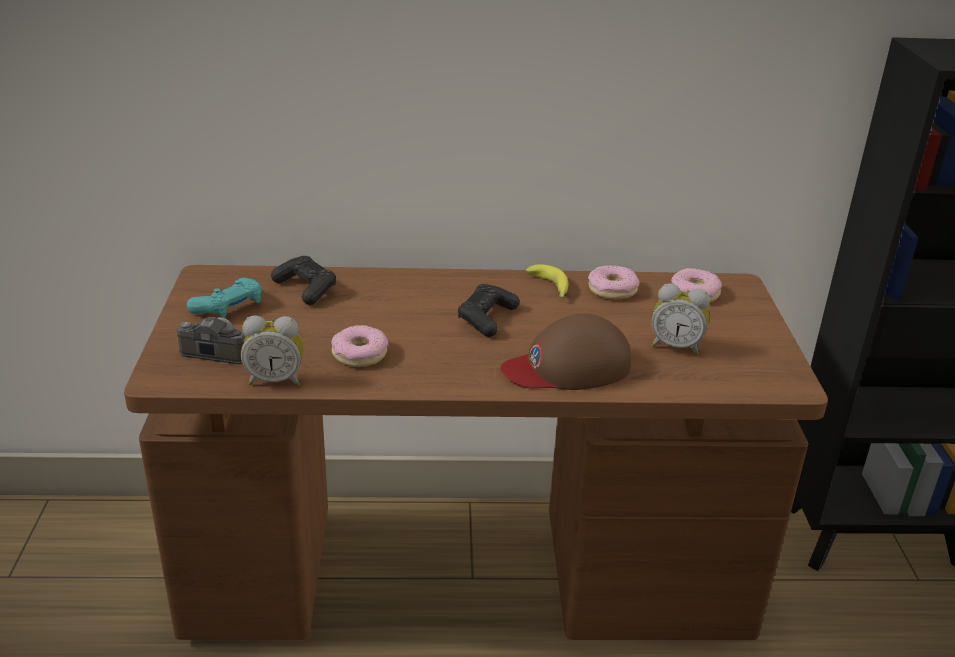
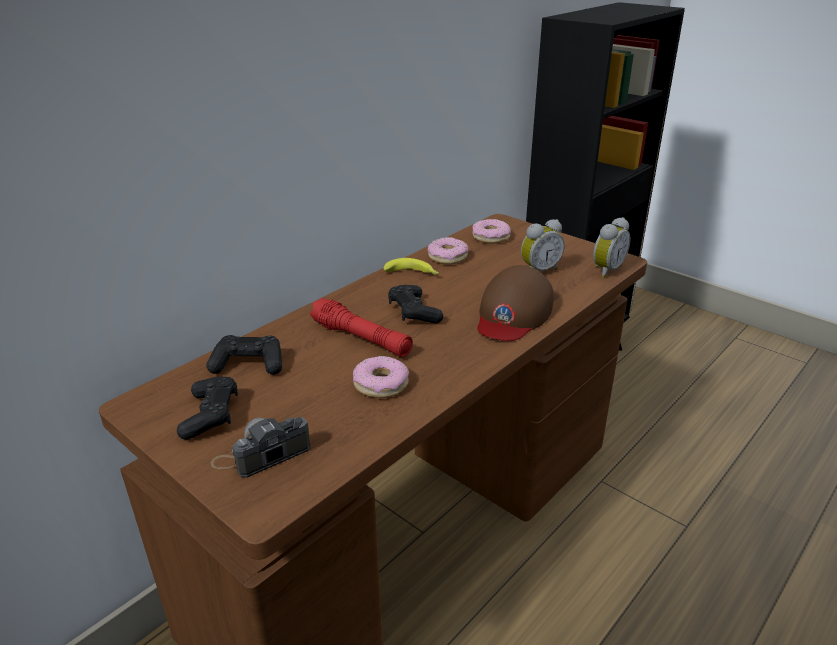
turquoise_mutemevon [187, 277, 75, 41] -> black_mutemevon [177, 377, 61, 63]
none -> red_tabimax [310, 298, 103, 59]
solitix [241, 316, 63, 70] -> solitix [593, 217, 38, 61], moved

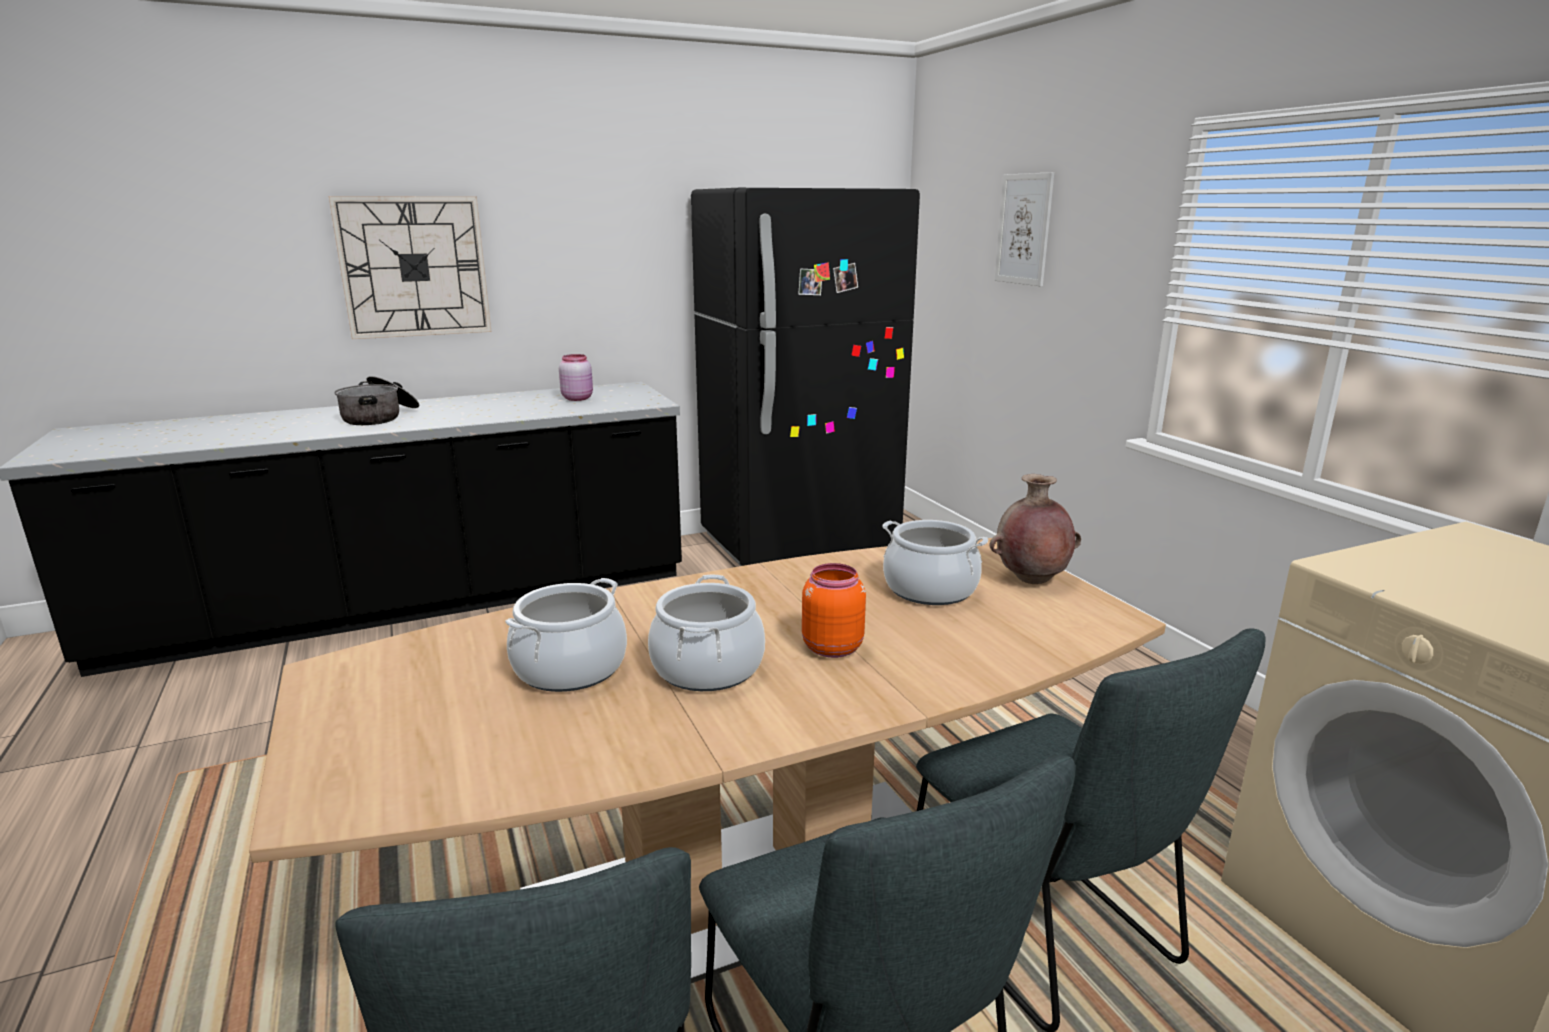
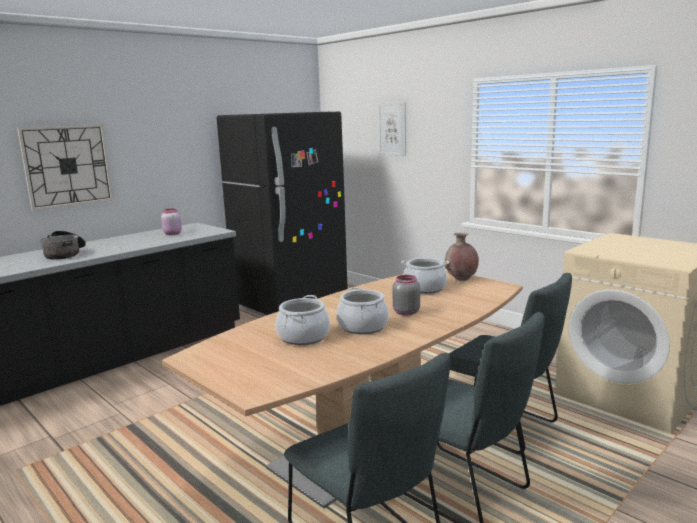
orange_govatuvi [802, 563, 64, 95] -> grey_govatuvi [393, 275, 27, 41]

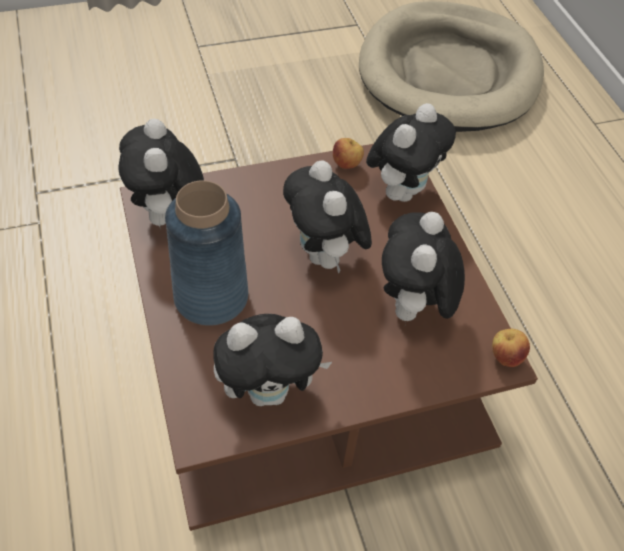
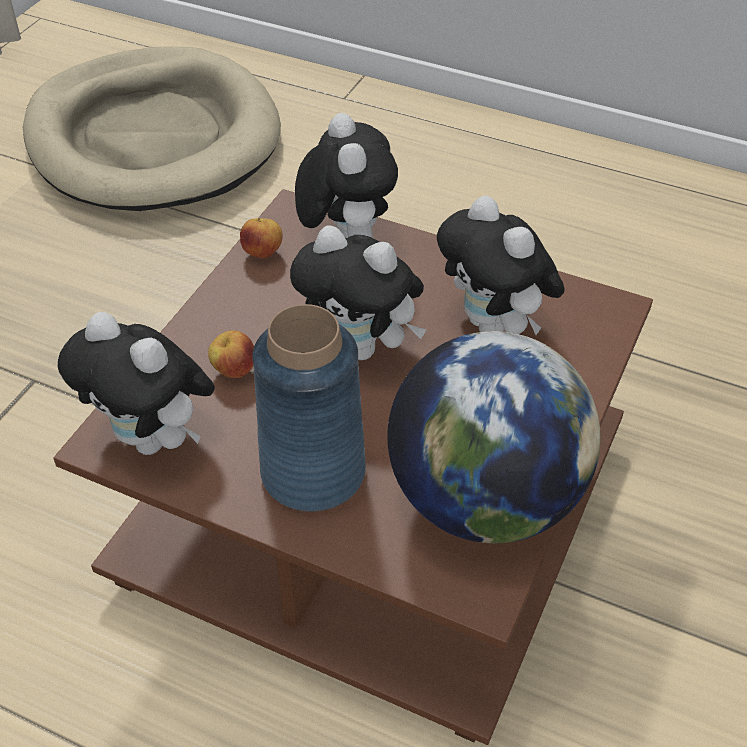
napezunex [492, 329, 38, 38] -> napezunex [208, 330, 46, 48], moved
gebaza [213, 314, 119, 92] -> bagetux [387, 331, 214, 212]

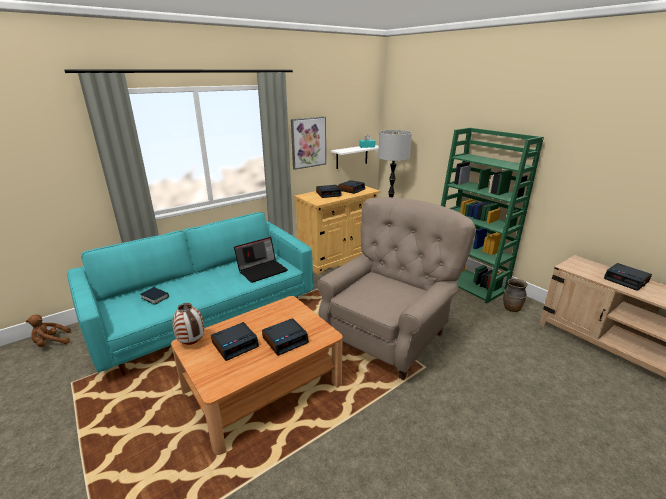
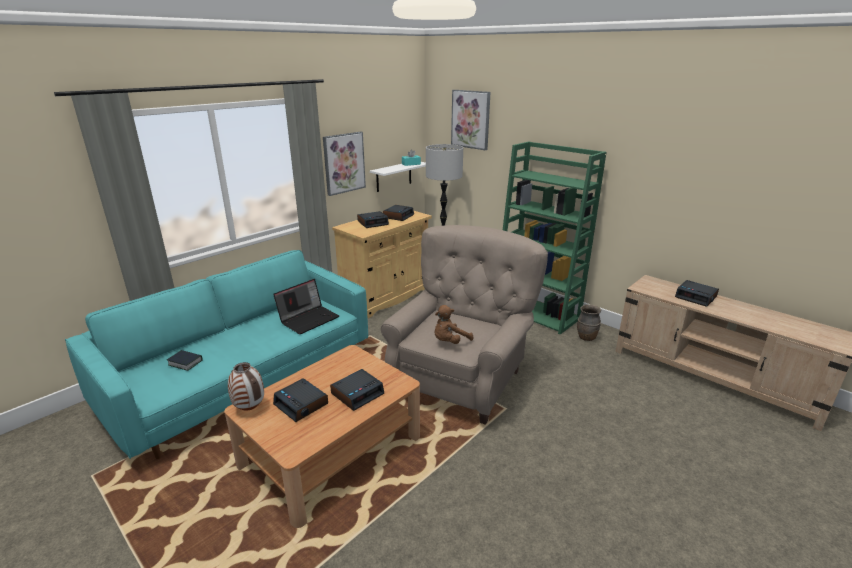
solitix [211, 322, 48, 39] -> solitix [273, 378, 55, 44], 90 degrees clockwise
brown_gebaza [26, 315, 45, 32] -> brown_gebaza [434, 305, 39, 39], moved
none -> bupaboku [451, 90, 39, 60]

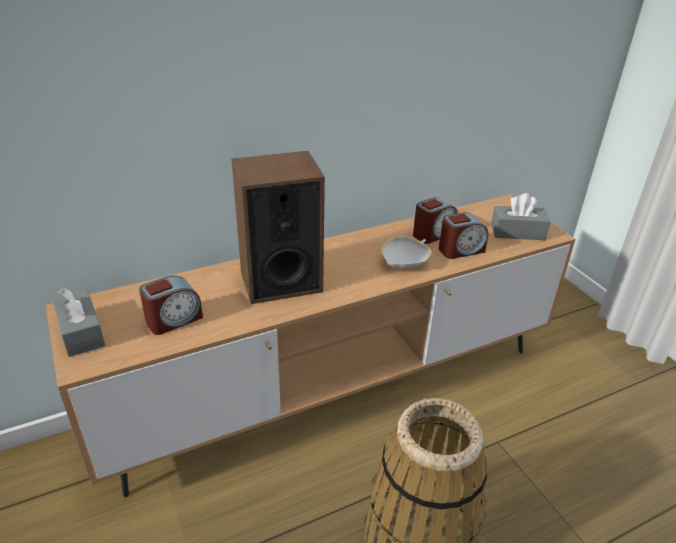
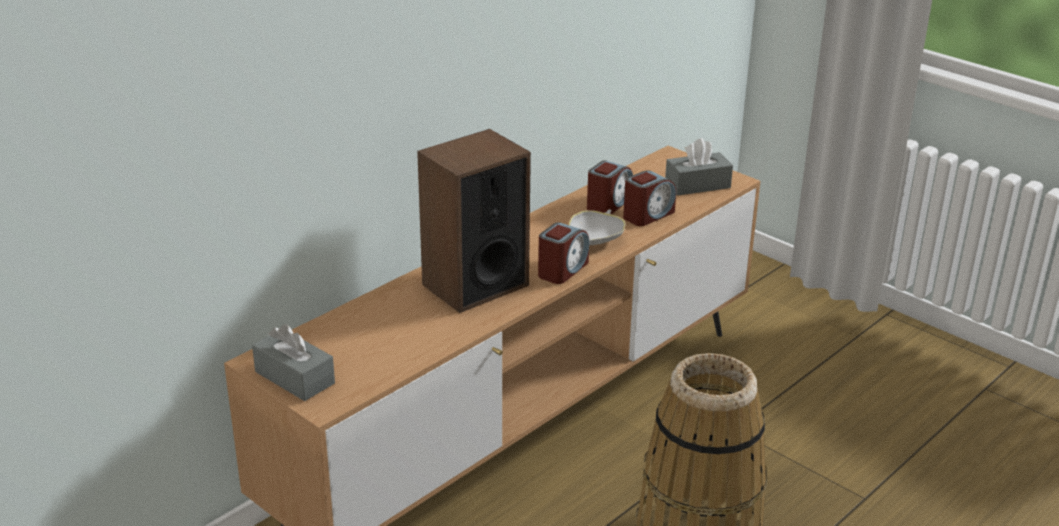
solitix [139, 276, 64, 59] -> solitix [538, 222, 51, 62], moved

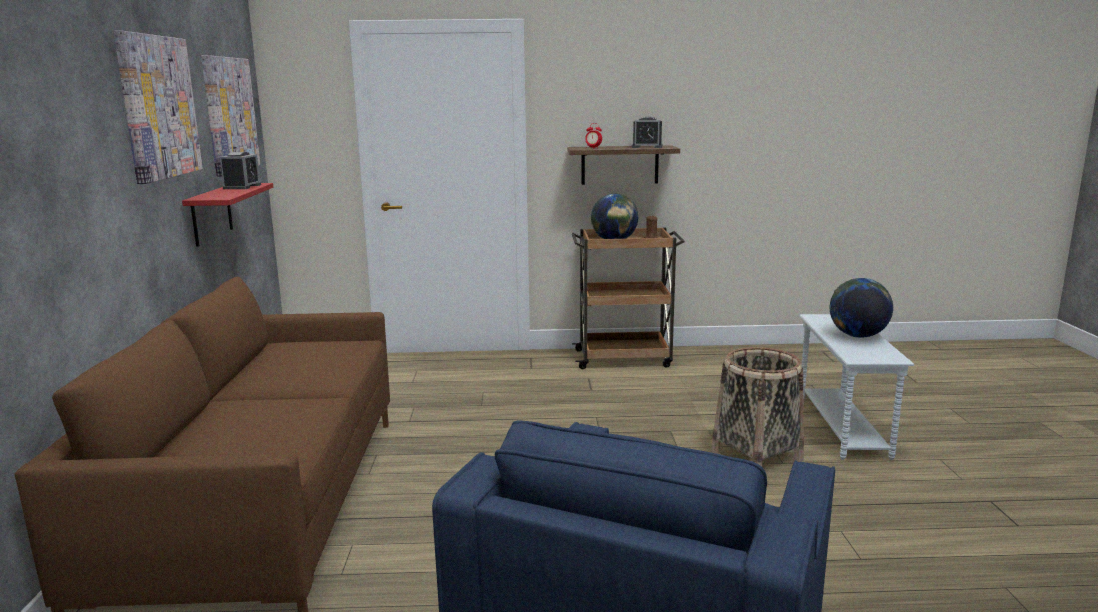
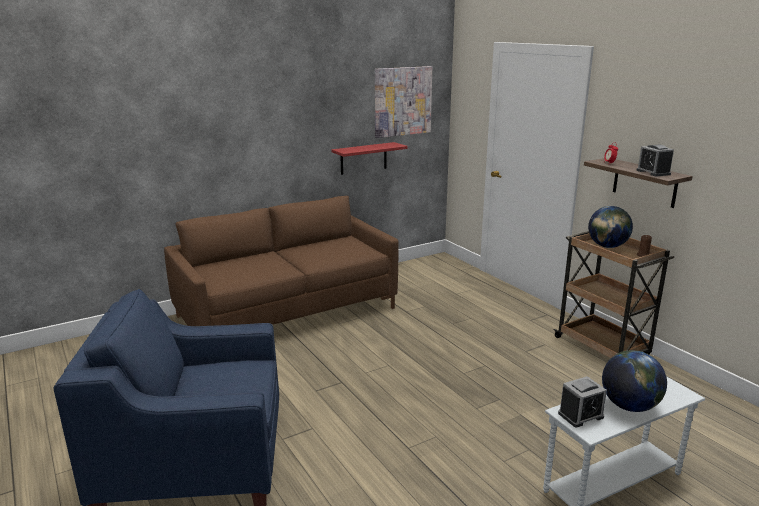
solitix [220, 152, 41, 37] -> solitix [558, 376, 49, 51], moved
bupaboku [114, 31, 89, 153] -> none
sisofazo [711, 347, 93, 120] -> none

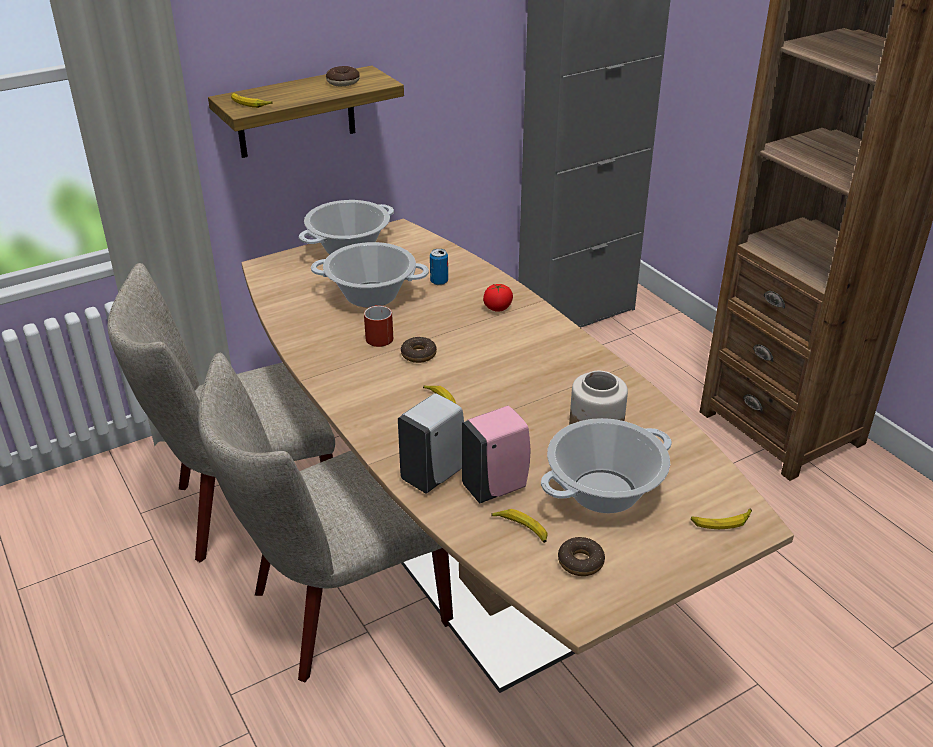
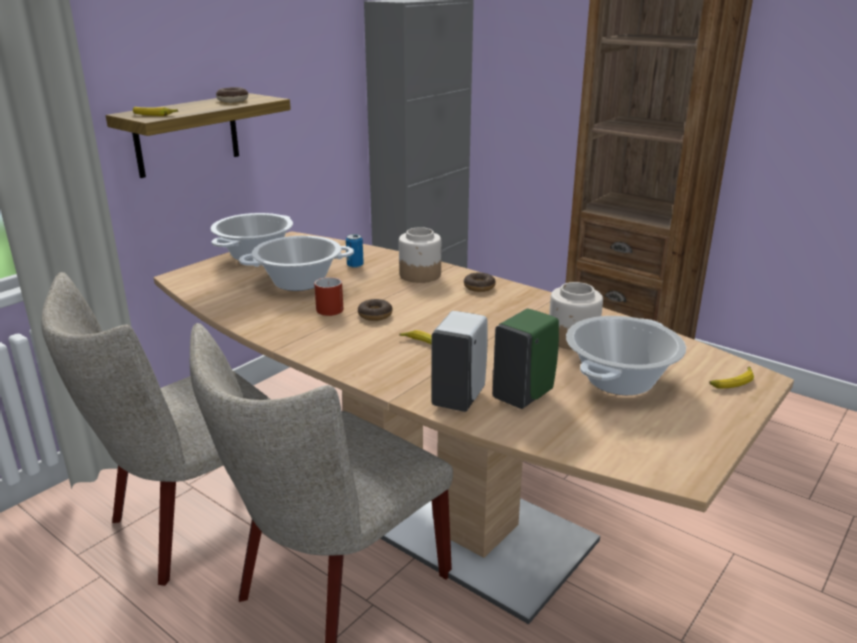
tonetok [483, 284, 30, 28] -> govatuvi [399, 227, 42, 56]
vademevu [558, 537, 47, 39] -> vademevu [464, 272, 32, 20], moved
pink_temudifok [462, 406, 69, 97] -> green_temudifok [493, 309, 66, 100]
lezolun [491, 509, 57, 34] -> none

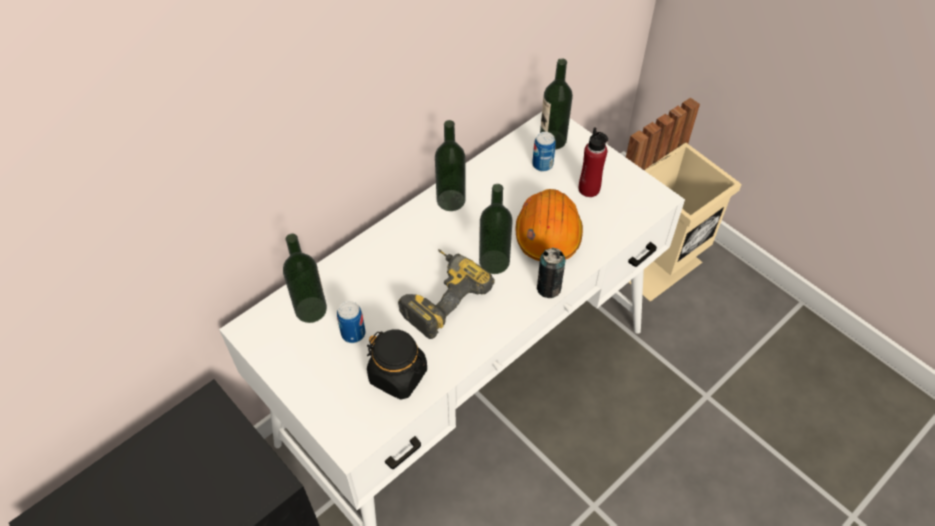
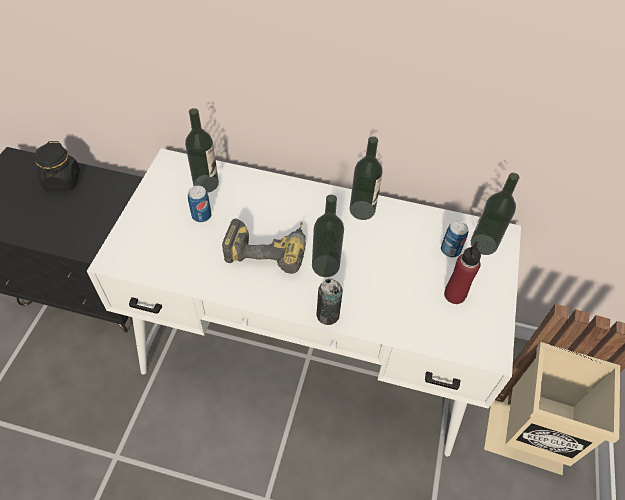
black_govatuvi [367, 330, 60, 69] -> black_govatuvi [35, 141, 45, 50], moved
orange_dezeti [516, 189, 67, 72] -> none

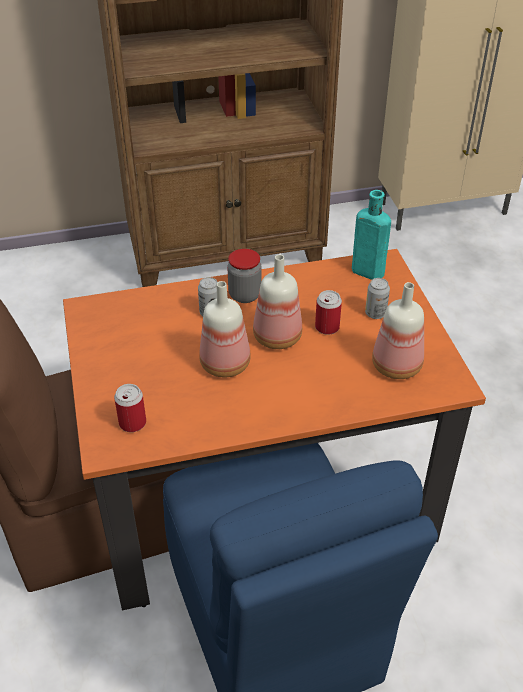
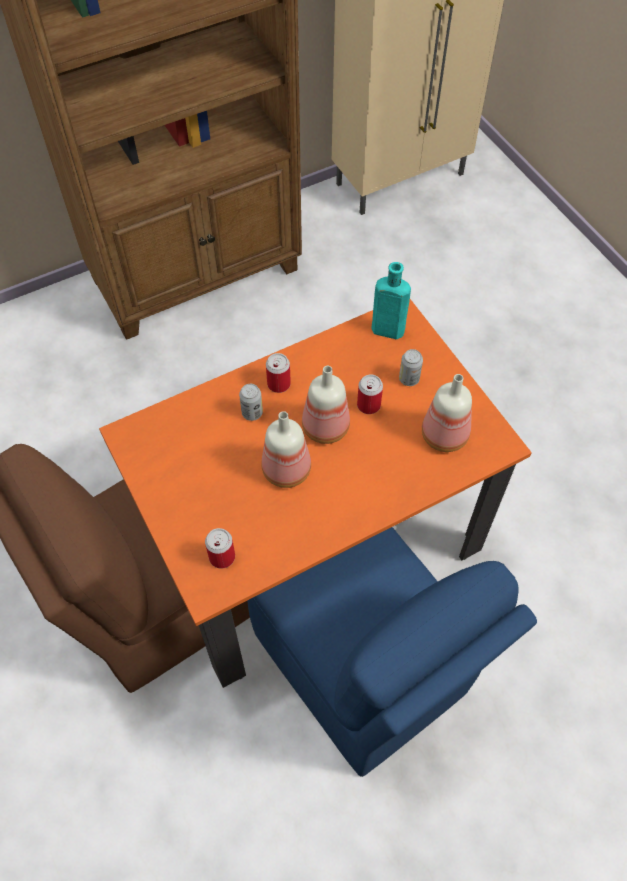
govatuvi [227, 249, 34, 54] -> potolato [266, 353, 25, 40]

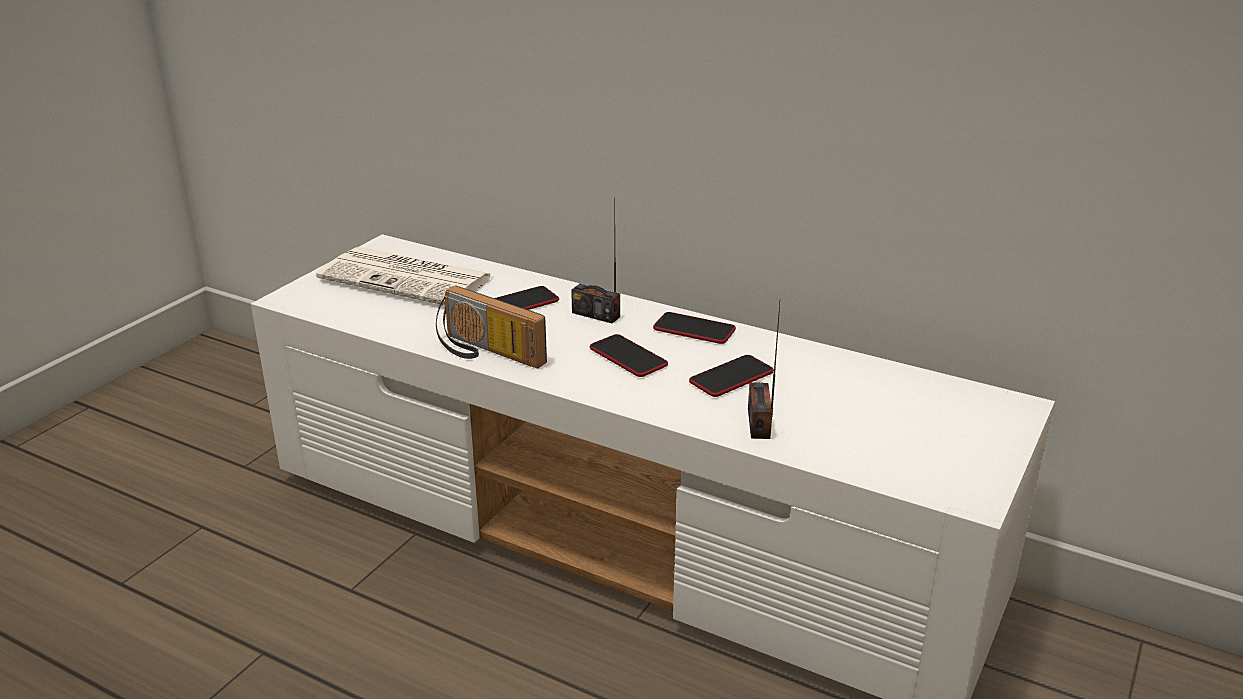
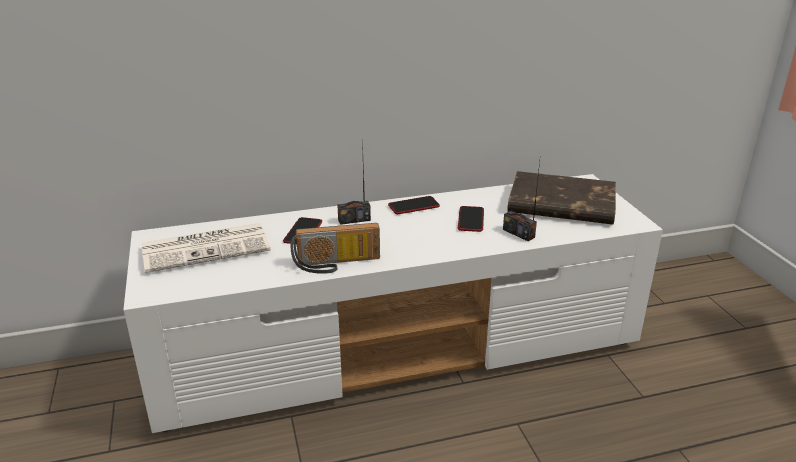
none -> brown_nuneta [507, 171, 109, 54]
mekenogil [590, 334, 78, 43] -> none

